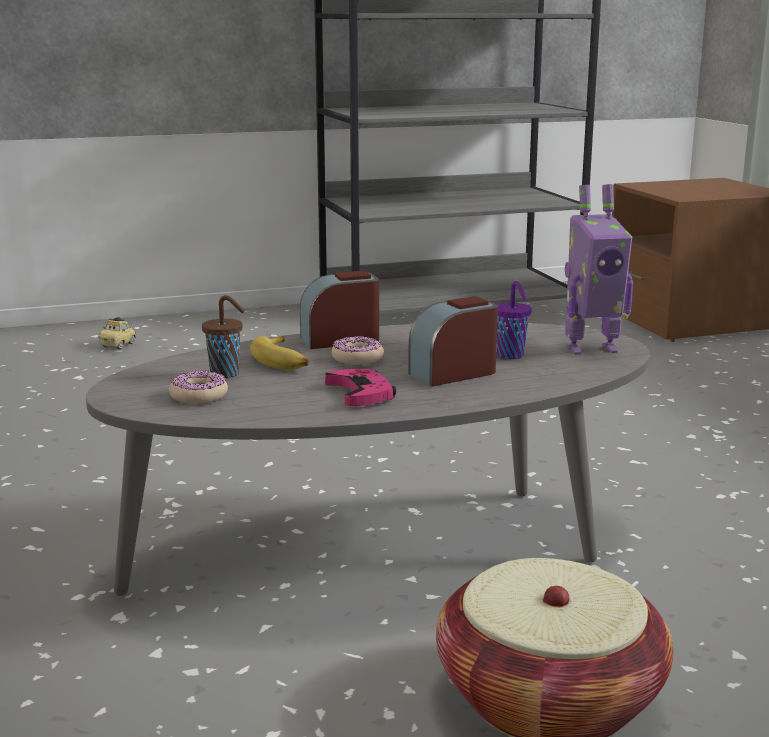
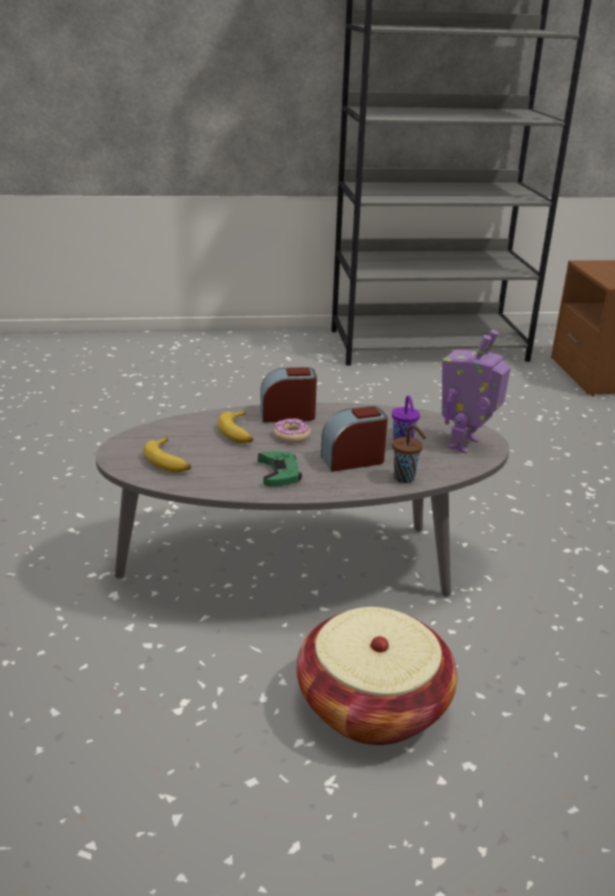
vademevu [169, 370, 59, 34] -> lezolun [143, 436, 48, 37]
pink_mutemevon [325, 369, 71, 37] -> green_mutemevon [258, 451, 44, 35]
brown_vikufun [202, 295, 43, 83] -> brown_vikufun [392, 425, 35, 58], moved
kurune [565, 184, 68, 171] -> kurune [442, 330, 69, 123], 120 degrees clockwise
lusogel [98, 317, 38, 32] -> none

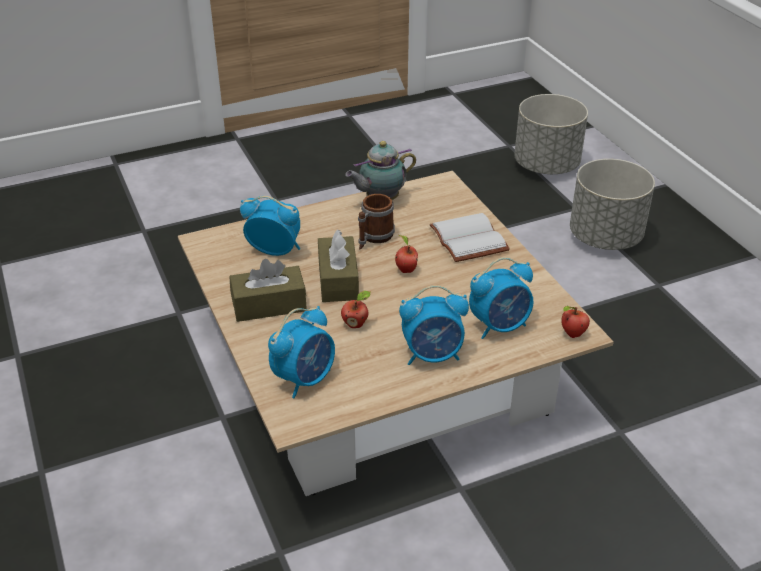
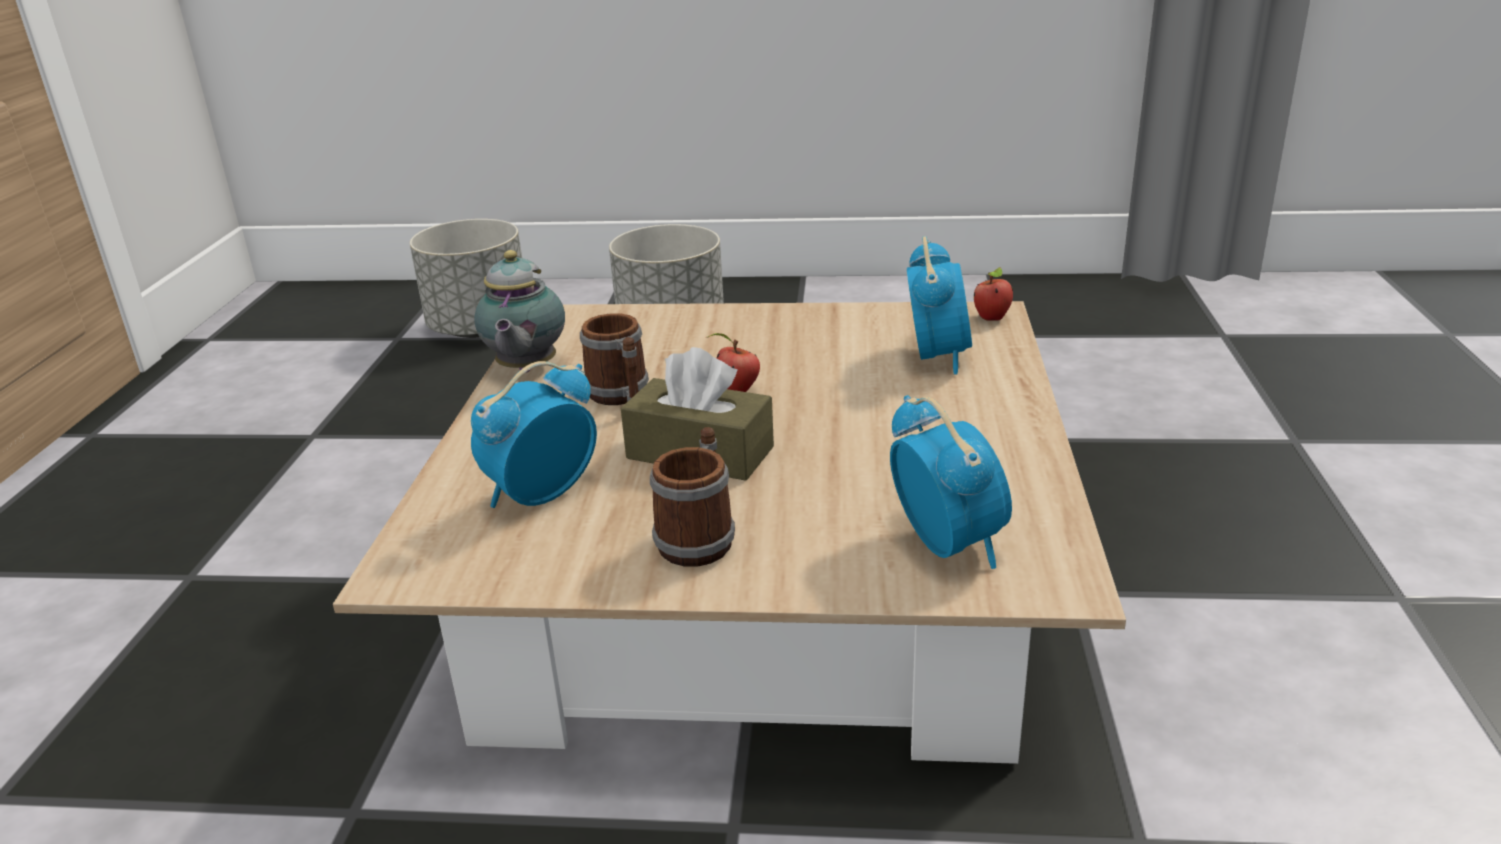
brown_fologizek [229, 259, 78, 63] -> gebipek [650, 427, 85, 140]
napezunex [341, 291, 29, 37] -> none
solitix [399, 285, 70, 80] -> none
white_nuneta [430, 213, 80, 49] -> none

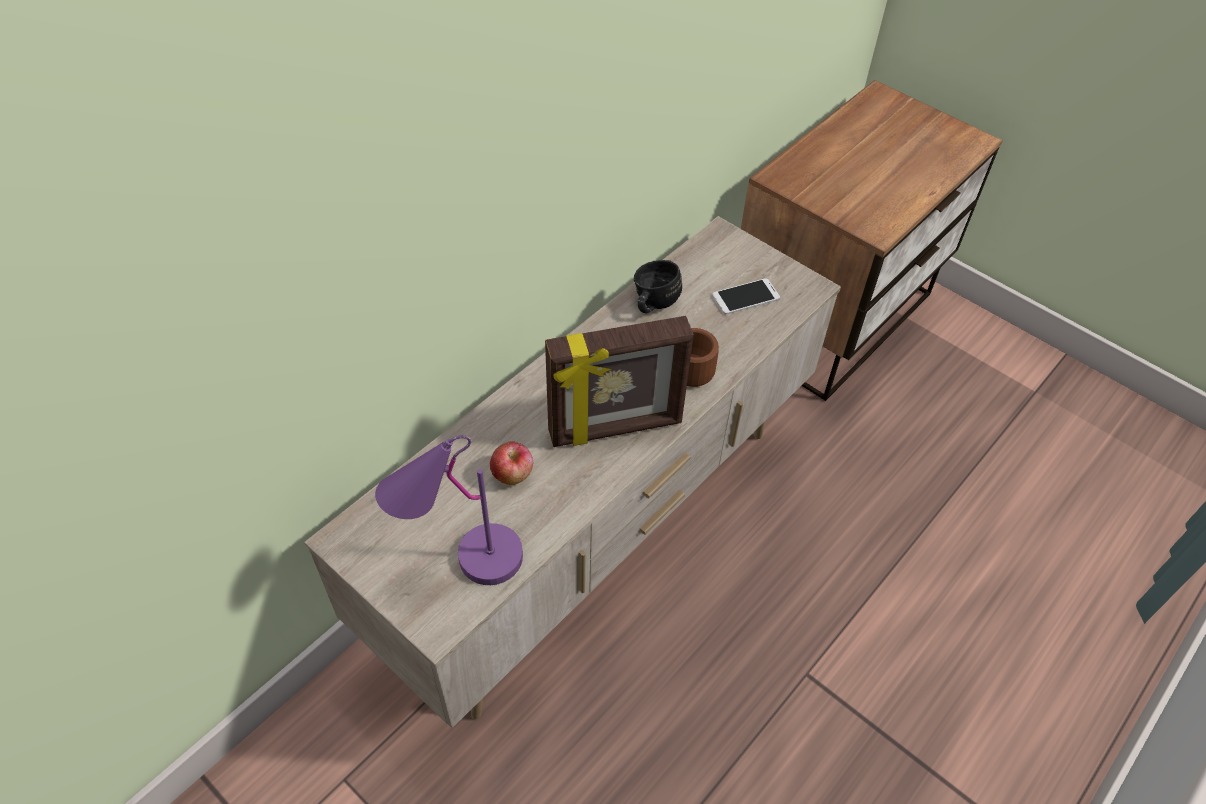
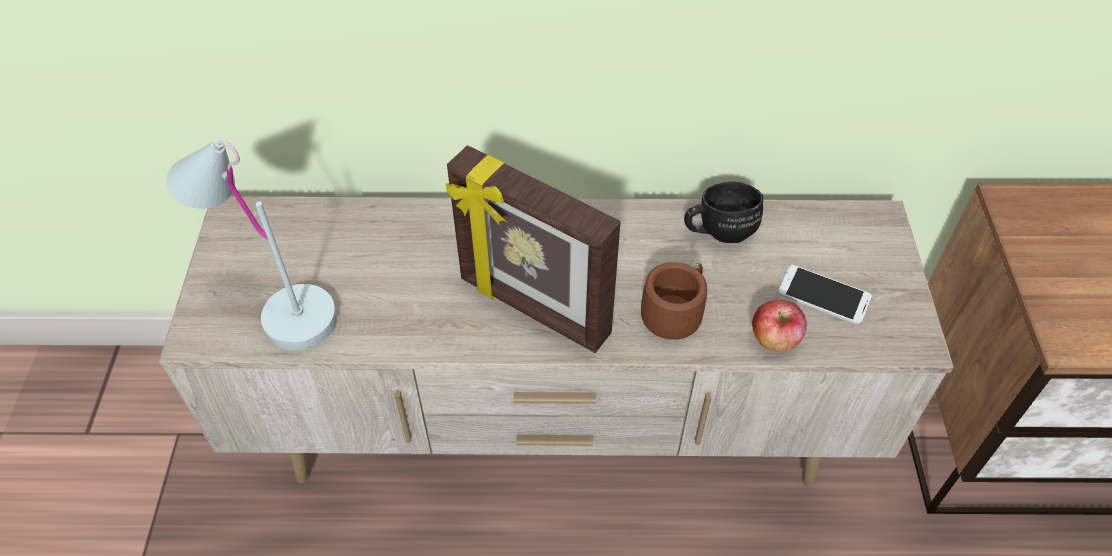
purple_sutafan [375, 435, 148, 150] -> white_sutafan [166, 139, 171, 212]
napezunex [490, 441, 43, 44] -> napezunex [752, 300, 55, 52], moved

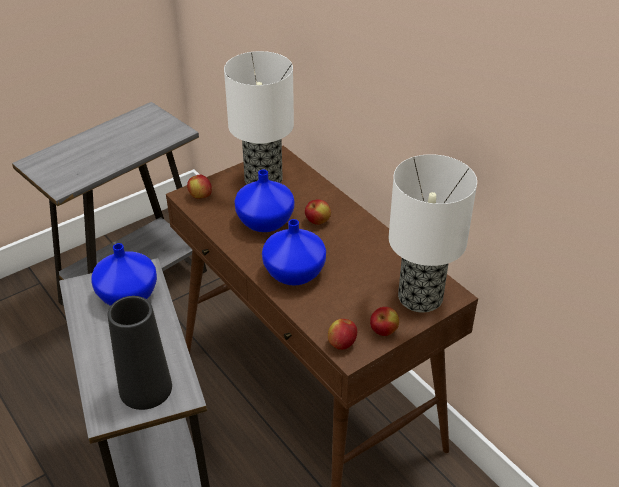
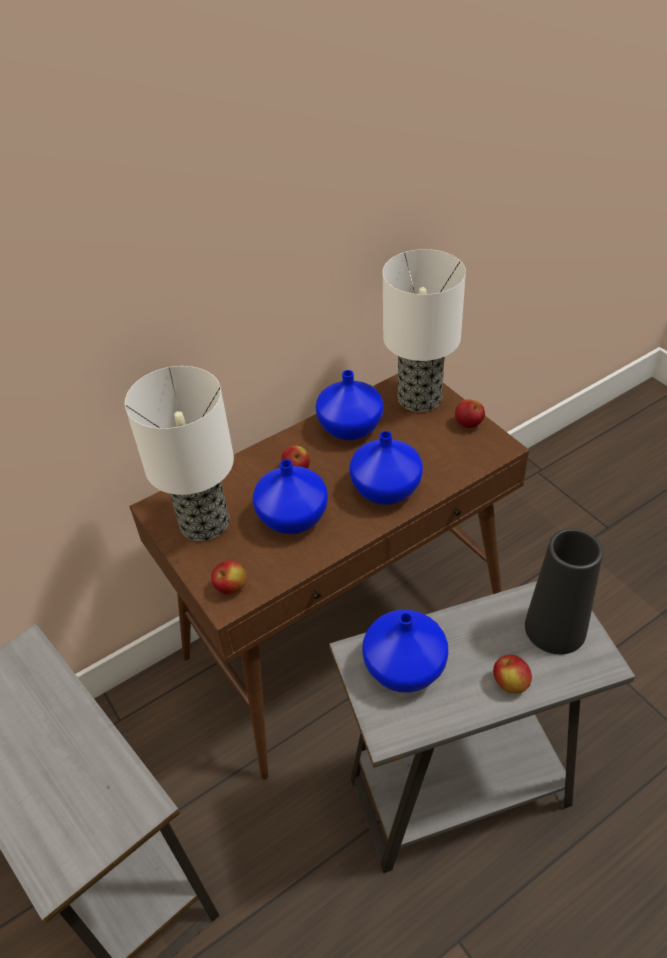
none -> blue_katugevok [315, 370, 68, 70]
napezunex [328, 319, 29, 31] -> napezunex [493, 655, 39, 38], moved

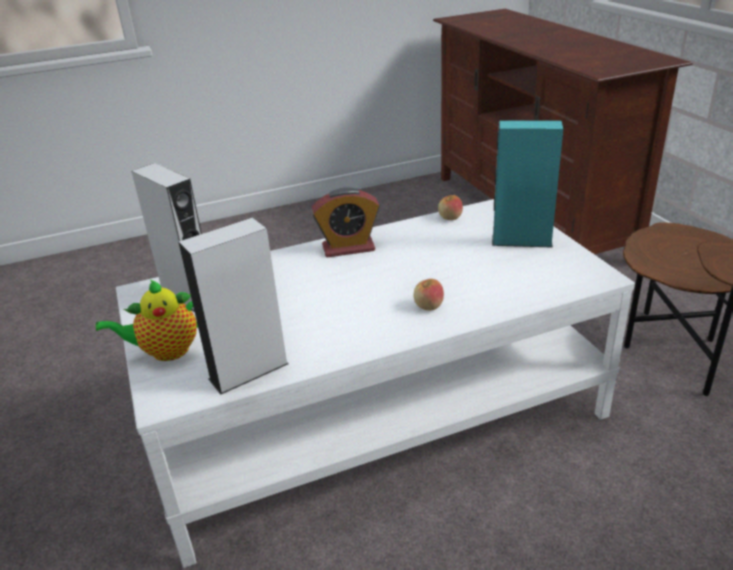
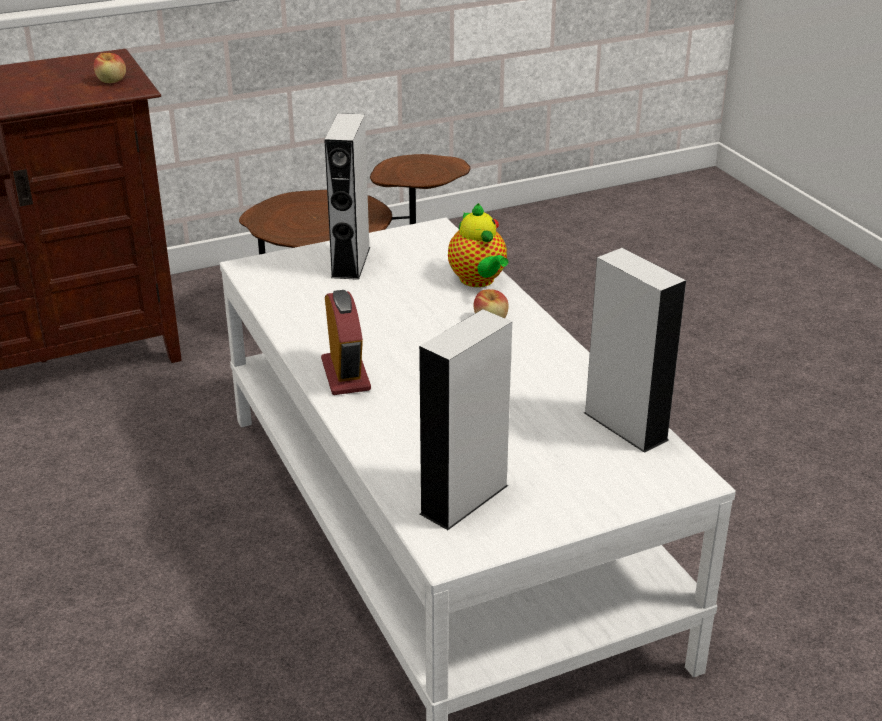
napezunex [438, 195, 25, 25] -> napezunex [94, 53, 32, 30], moved
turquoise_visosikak [492, 121, 71, 127] -> grey_visosikak [324, 113, 46, 167]
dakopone [96, 280, 102, 81] -> dakopone [448, 203, 61, 84], moved

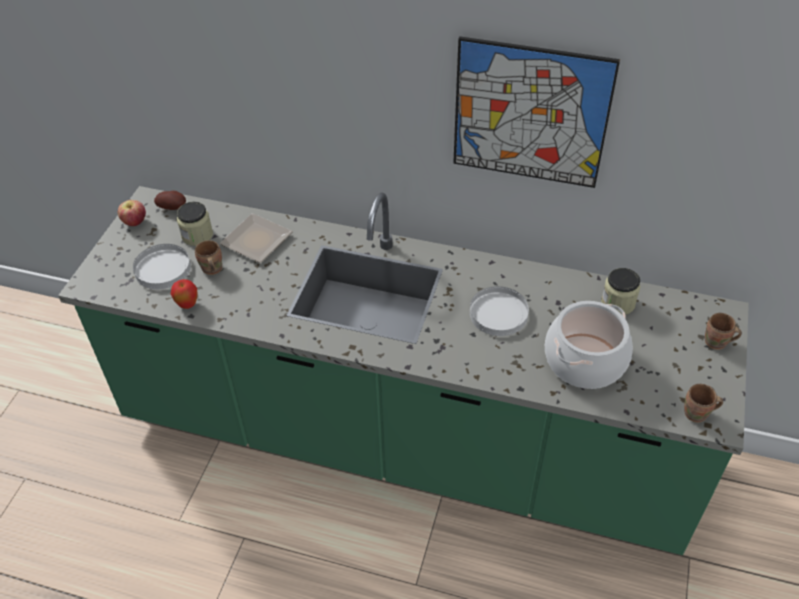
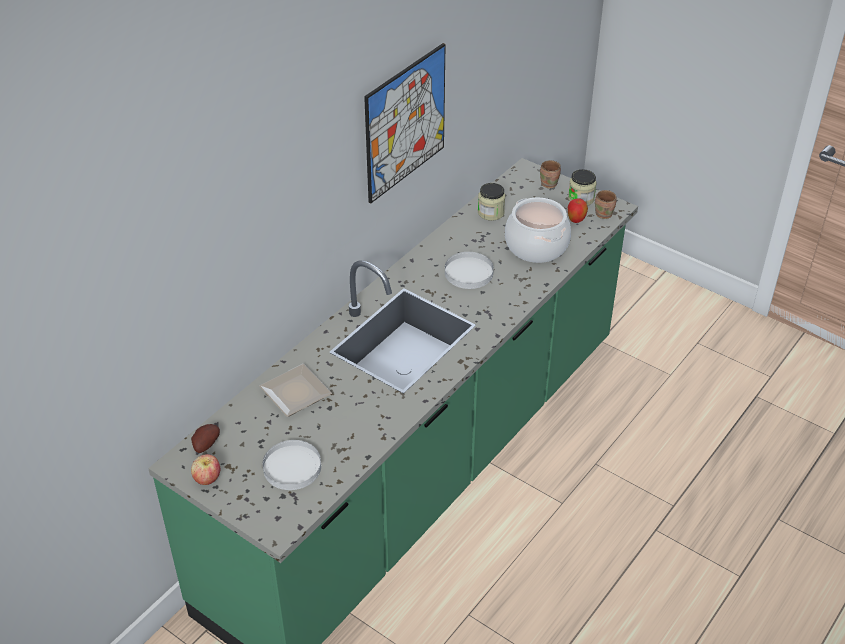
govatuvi [177, 202, 36, 44] -> govatuvi [568, 169, 29, 37], moved
napezunex [171, 279, 26, 30] -> napezunex [568, 198, 20, 25], moved
brown_gebipek [195, 240, 27, 35] -> none

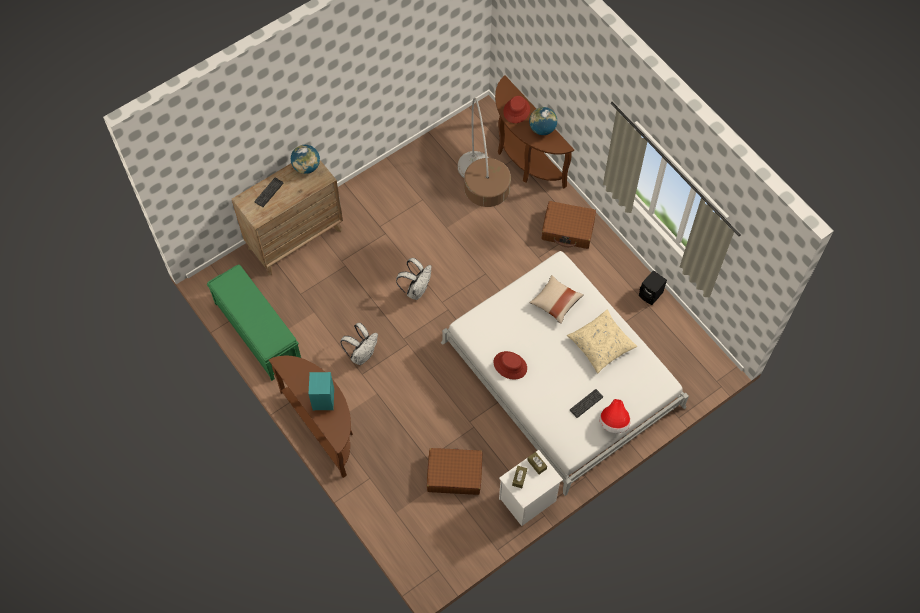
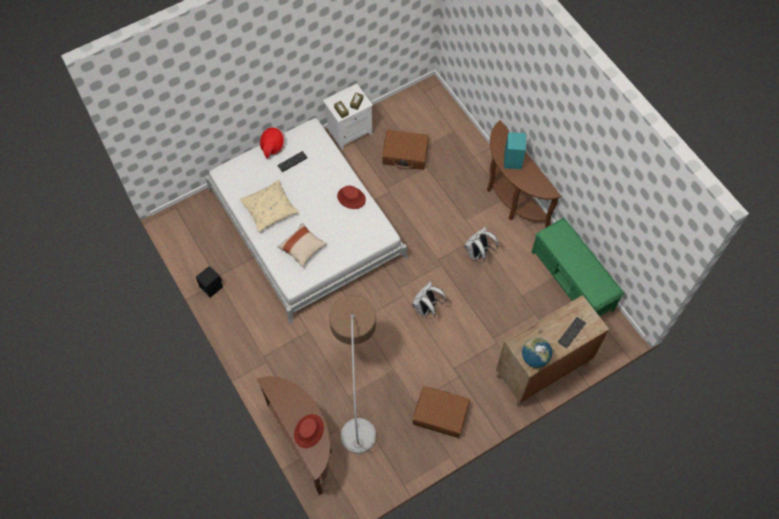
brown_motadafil [542, 201, 54, 48] -> brown_motadafil [413, 386, 57, 52], moved
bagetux [529, 107, 28, 28] -> none

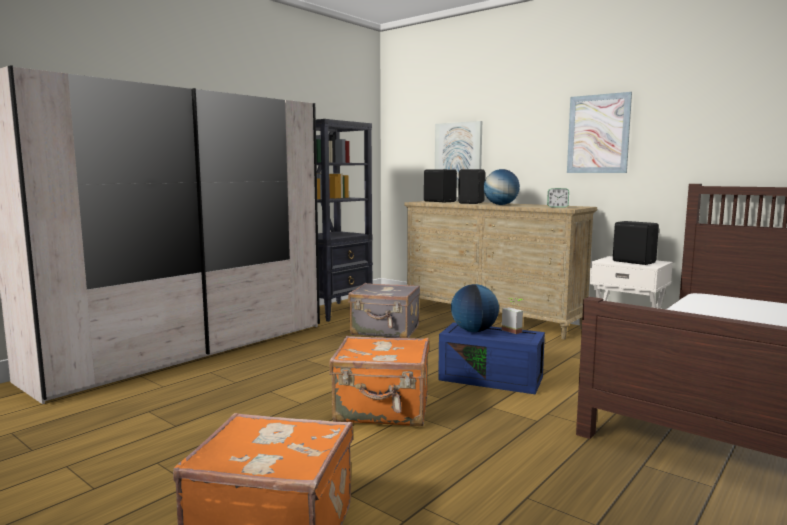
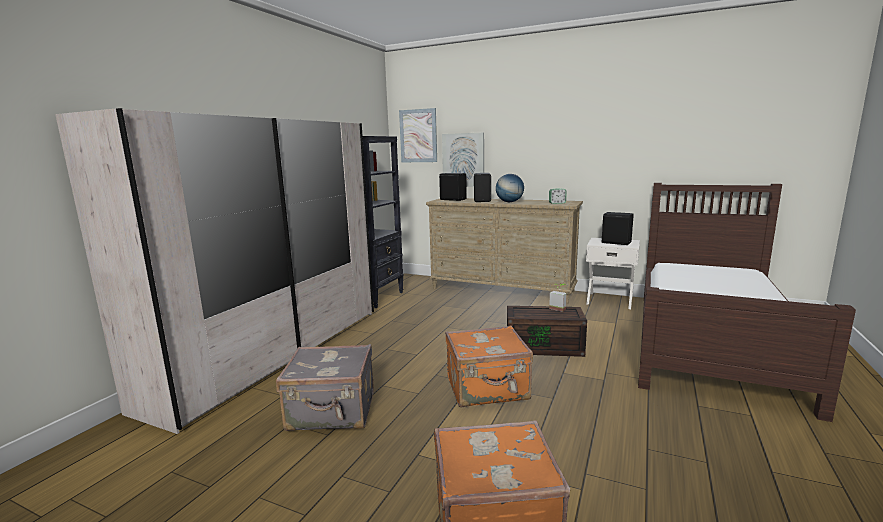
grey_motadafil [348, 283, 72, 55] -> grey_motadafil [276, 344, 98, 87], moved
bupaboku [567, 92, 65, 81] -> bupaboku [399, 108, 38, 54], moved
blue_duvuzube [438, 323, 107, 71] -> brown_duvuzube [507, 306, 80, 51]
bagetux [451, 284, 48, 48] -> none

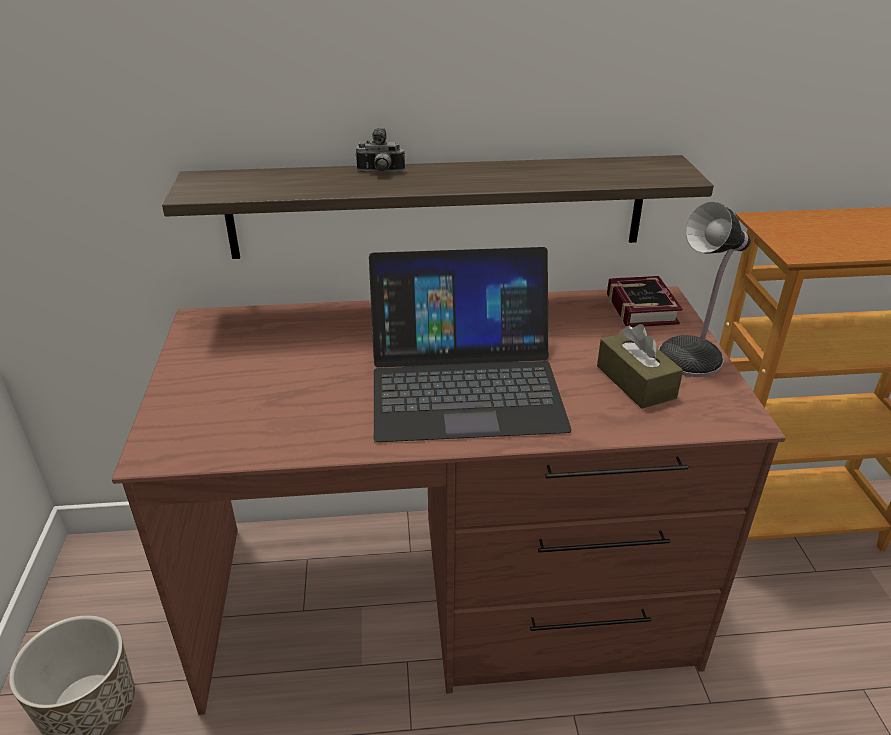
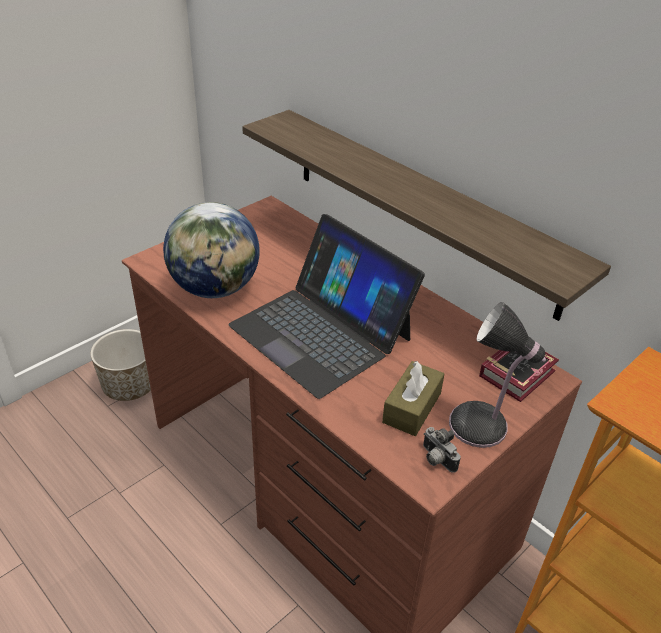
none -> bagetux [163, 202, 97, 96]
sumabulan [355, 128, 50, 45] -> sumabulan [423, 427, 38, 46], moved

